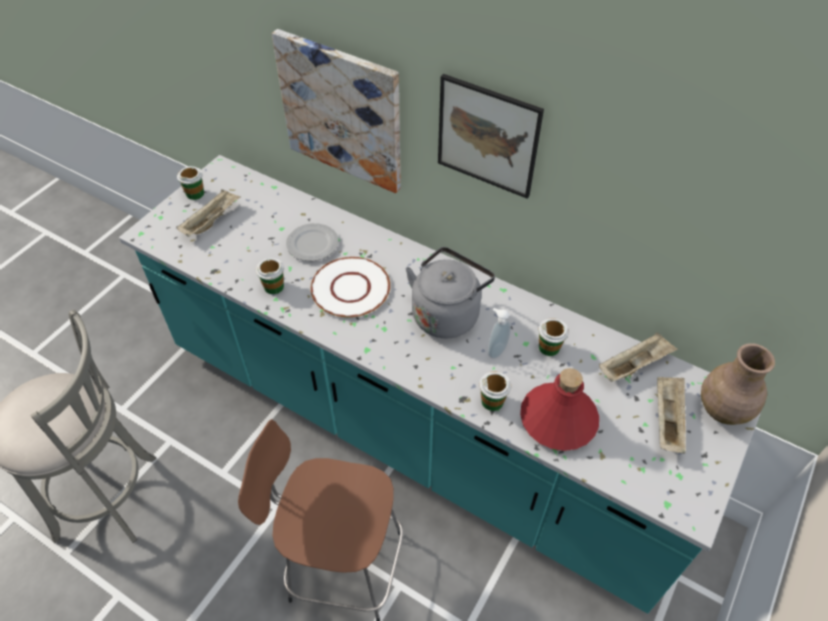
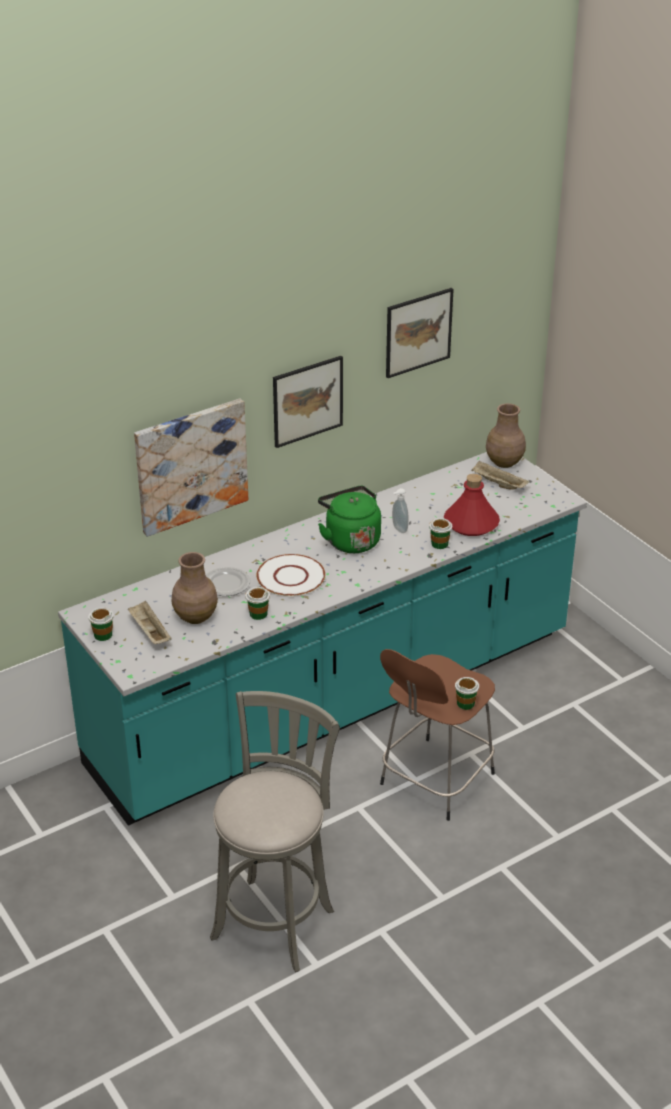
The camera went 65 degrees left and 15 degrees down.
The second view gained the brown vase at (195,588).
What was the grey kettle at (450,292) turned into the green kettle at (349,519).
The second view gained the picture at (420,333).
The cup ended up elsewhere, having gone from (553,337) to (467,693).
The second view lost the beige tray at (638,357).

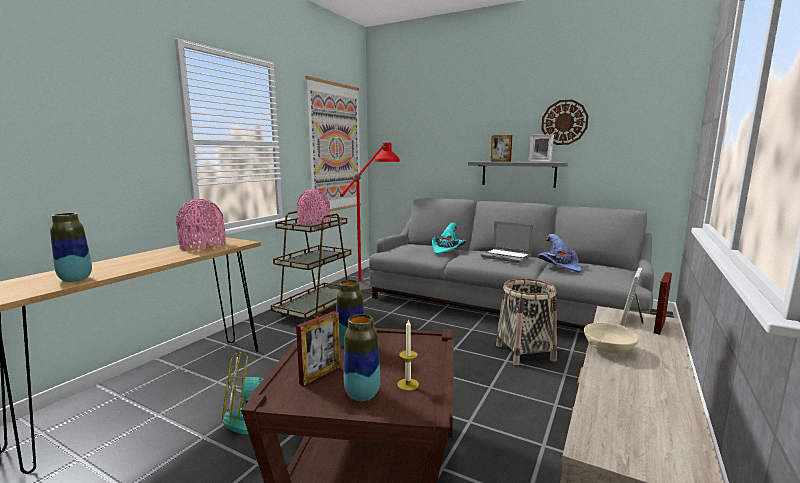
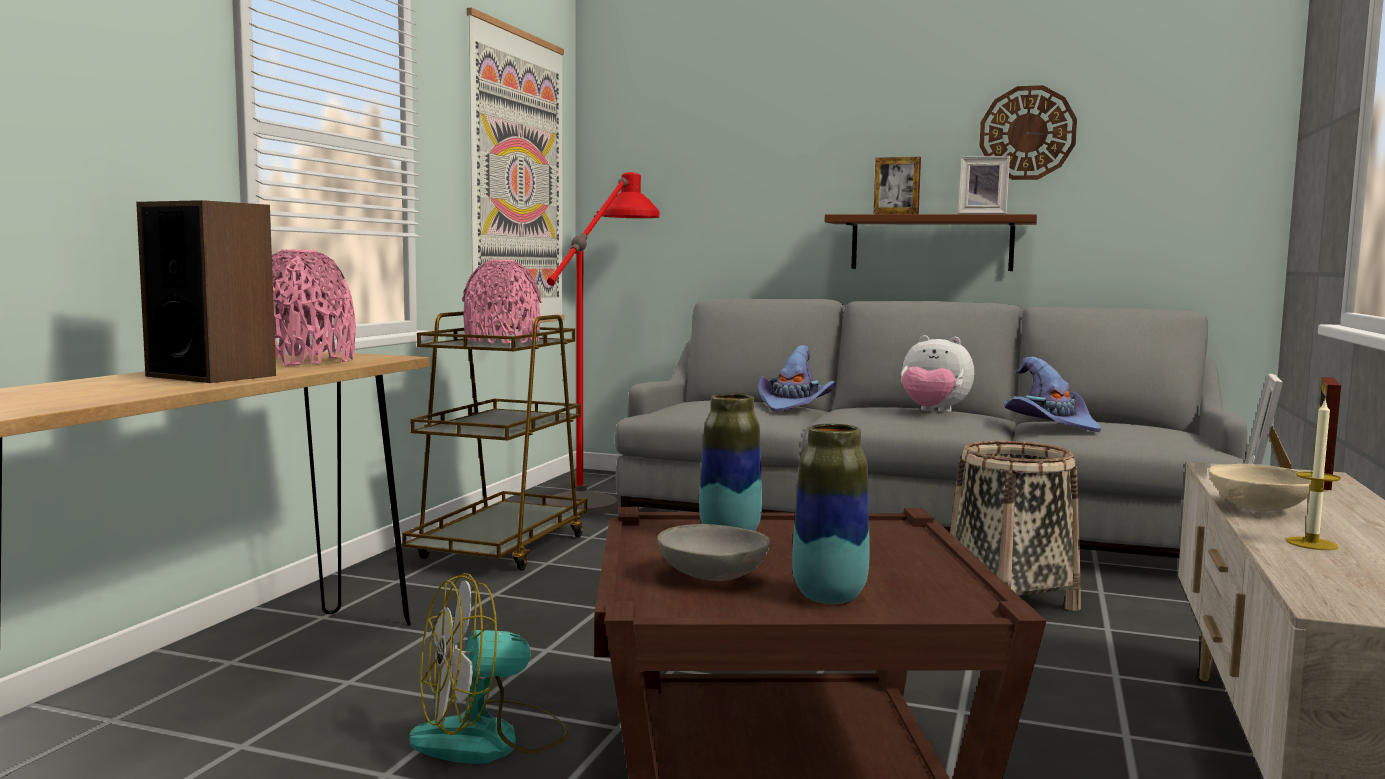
The camera went 10 degrees left and 5 degrees down.
The second view gained the speaker at (206,291).
Where the picture frame stood at (318,348), the grey bowl came to stand at (713,552).
What was the turquoise hat at (449,238) turned into the purple hat at (797,378).
What was the grey shelf at (518,174) turned into the brown shelf at (931,242).
Where the laptop stood at (507,242), the plush toy came to stand at (937,374).
The candle ended up elsewhere, having gone from (408,355) to (1313,474).
The second view lost the vase at (71,247).

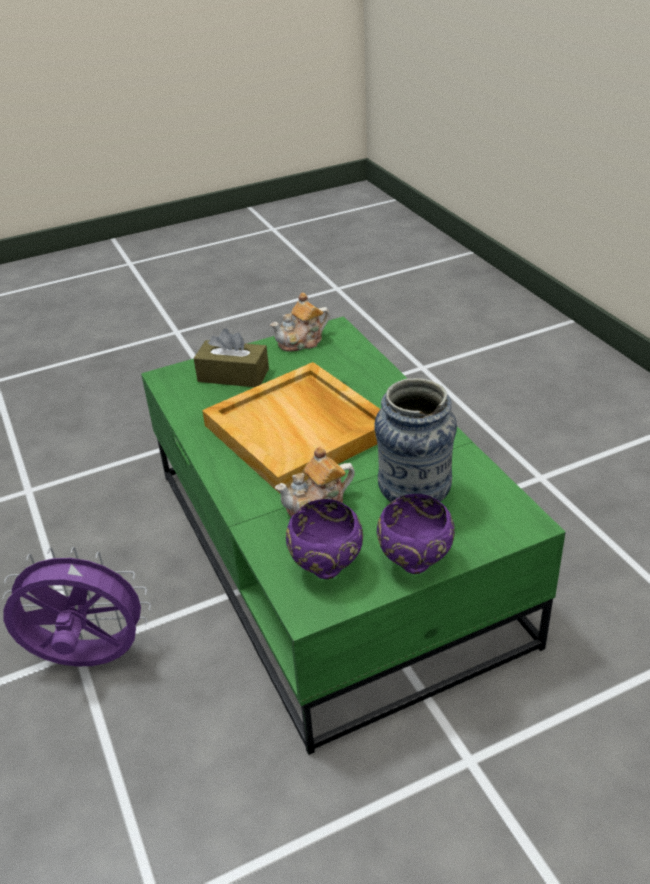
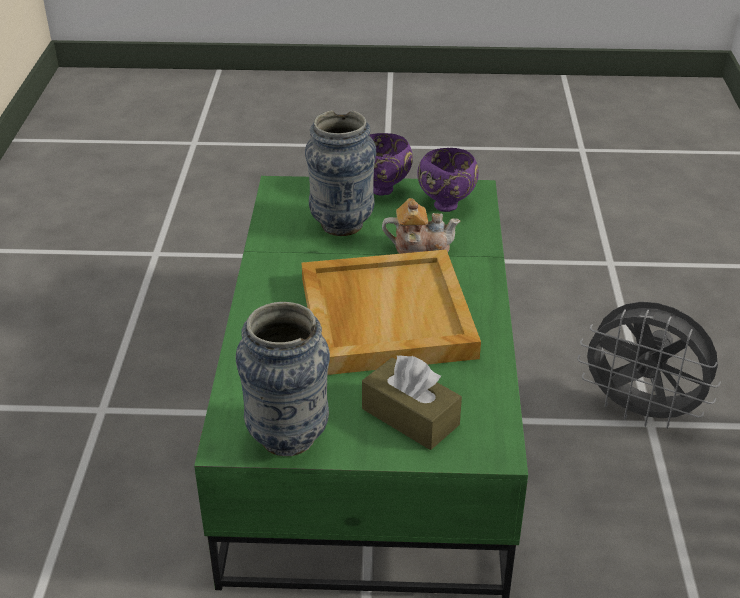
The camera went 155 degrees left and 0 degrees up.
Where the teapot stood at (300,322), the vase came to stand at (282,379).
What was the purple fan at (76,607) turned into the grey fan at (649,365).

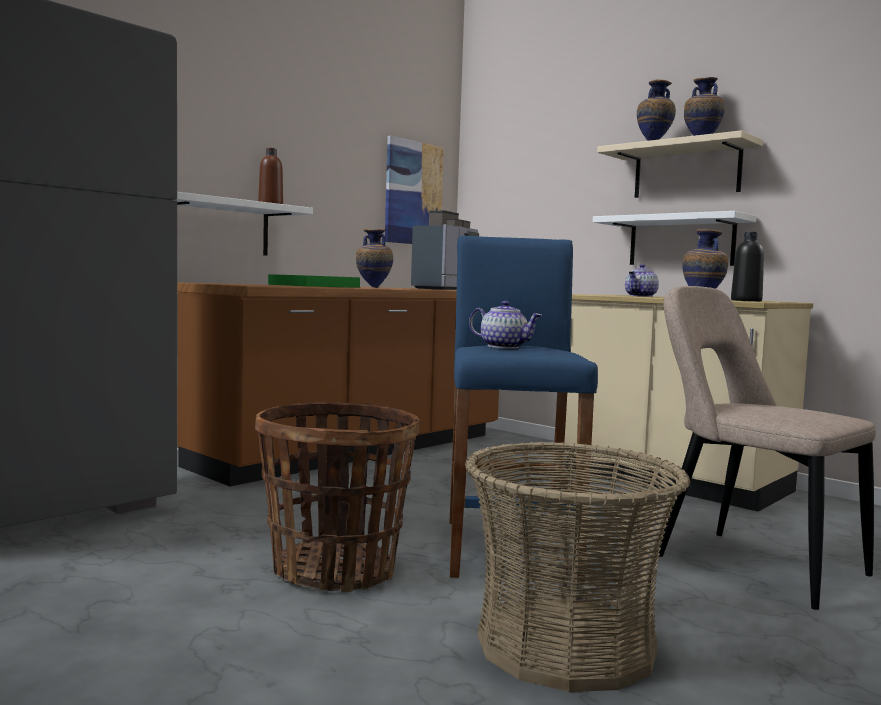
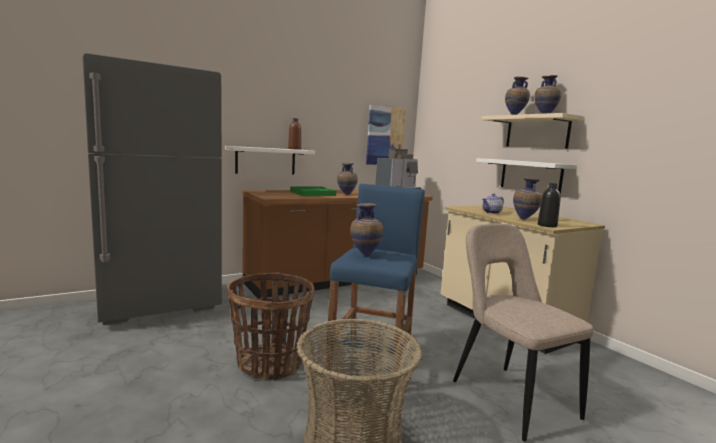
The camera went 15 degrees right and 5 degrees up.
Where the teapot stood at (505,325), the vase came to stand at (366,230).

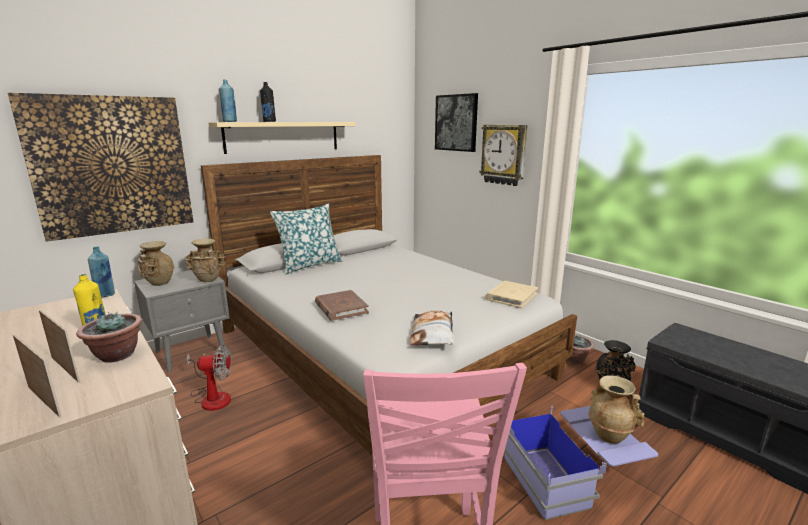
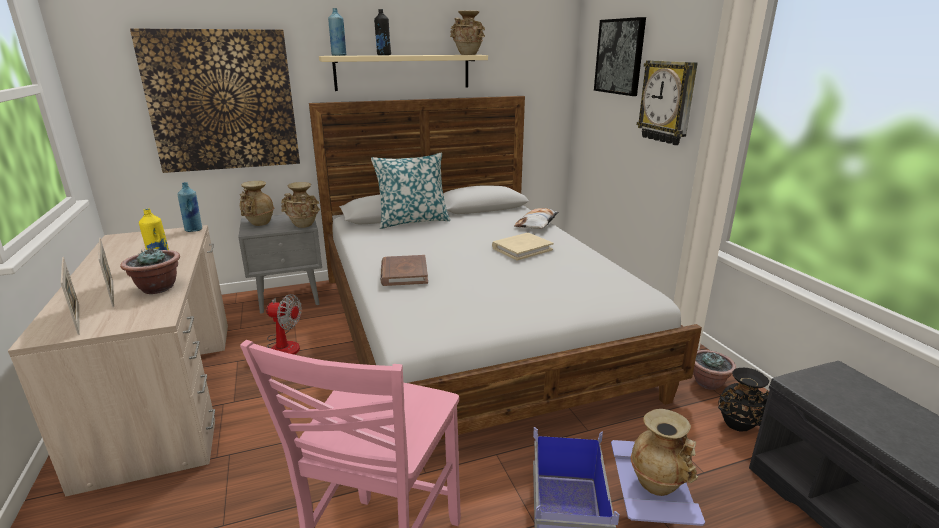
The camera went 20 degrees right and 5 degrees up.
The second view gained the beige vase at (467,32).
The beige book ended up elsewhere, having gone from (512,294) to (522,246).
The pillow ended up elsewhere, having gone from (432,328) to (536,218).

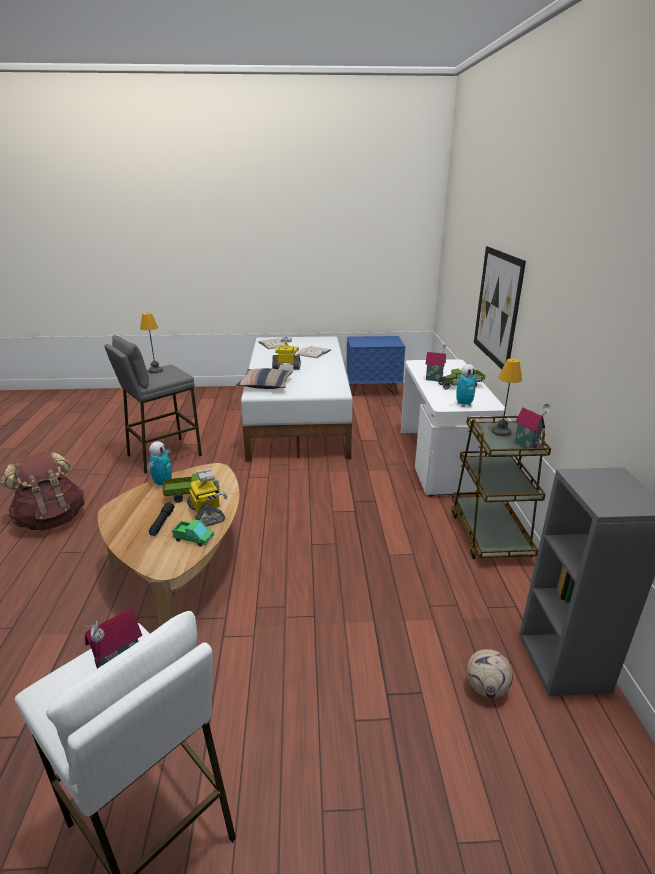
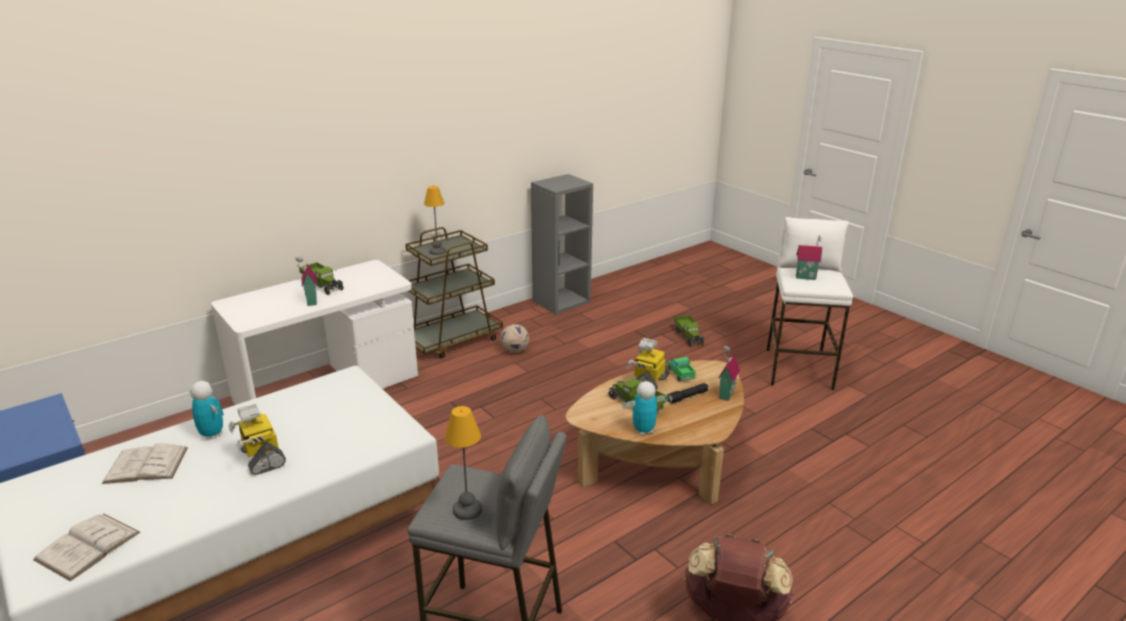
The camera went 125 degrees left and 0 degrees up.
The toy robot ended up elsewhere, having gone from (467,385) to (207,410).
The football ended up elsewhere, having gone from (489,673) to (515,338).
The second view gained the toy truck at (689,331).
The toy house ended up elsewhere, having gone from (532,427) to (729,373).
The second view lost the pillow at (264,378).
The second view lost the picture at (500,307).

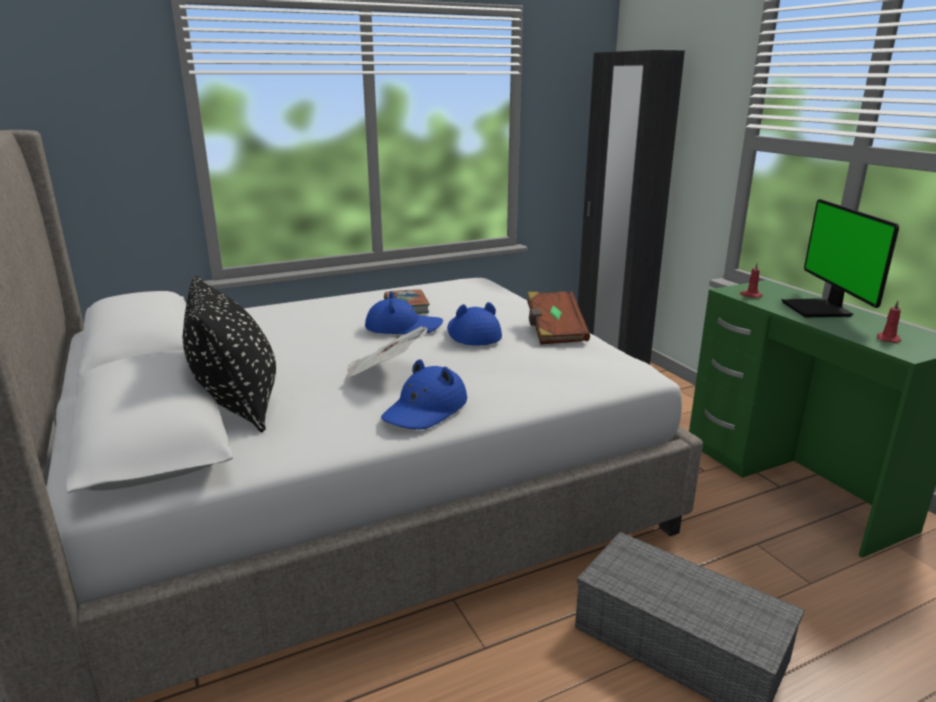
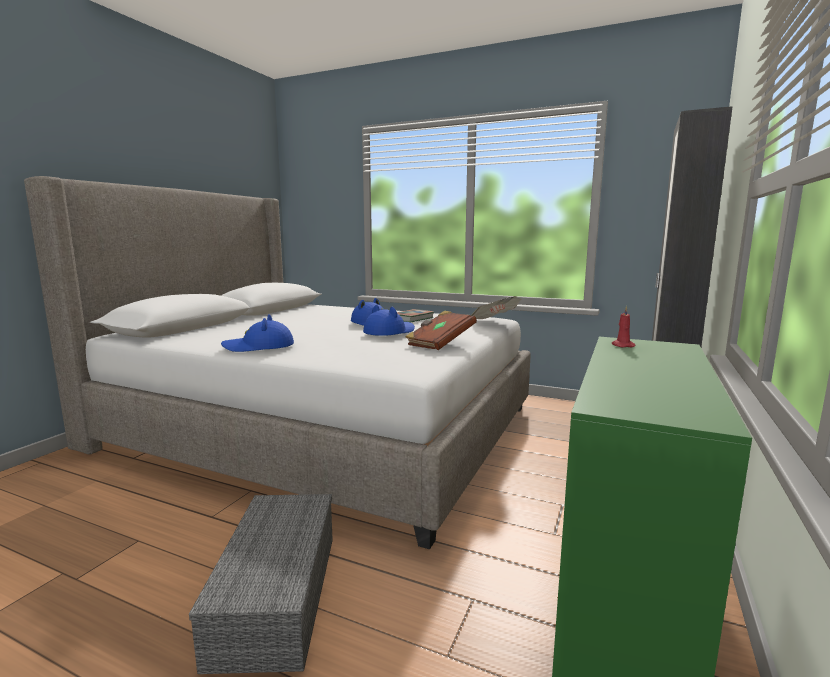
The camera went 50 degrees right and 10 degrees down.
The newspaper ended up elsewhere, having gone from (386,352) to (496,307).
The second view lost the black pillow at (229,354).
The second view lost the monitor at (840,258).
The second view lost the red candle at (889,322).

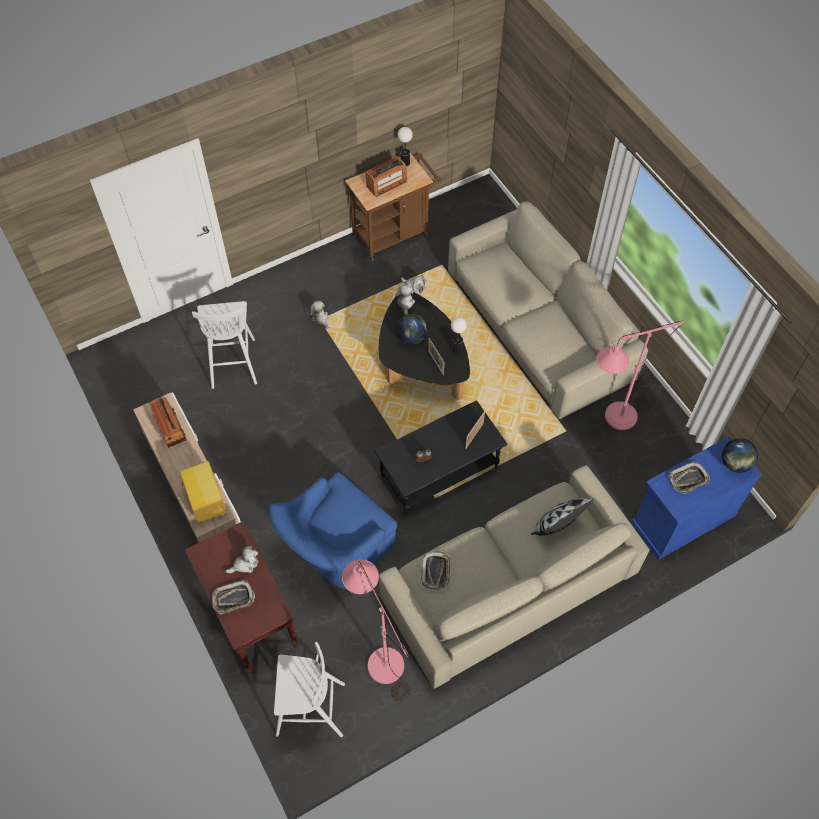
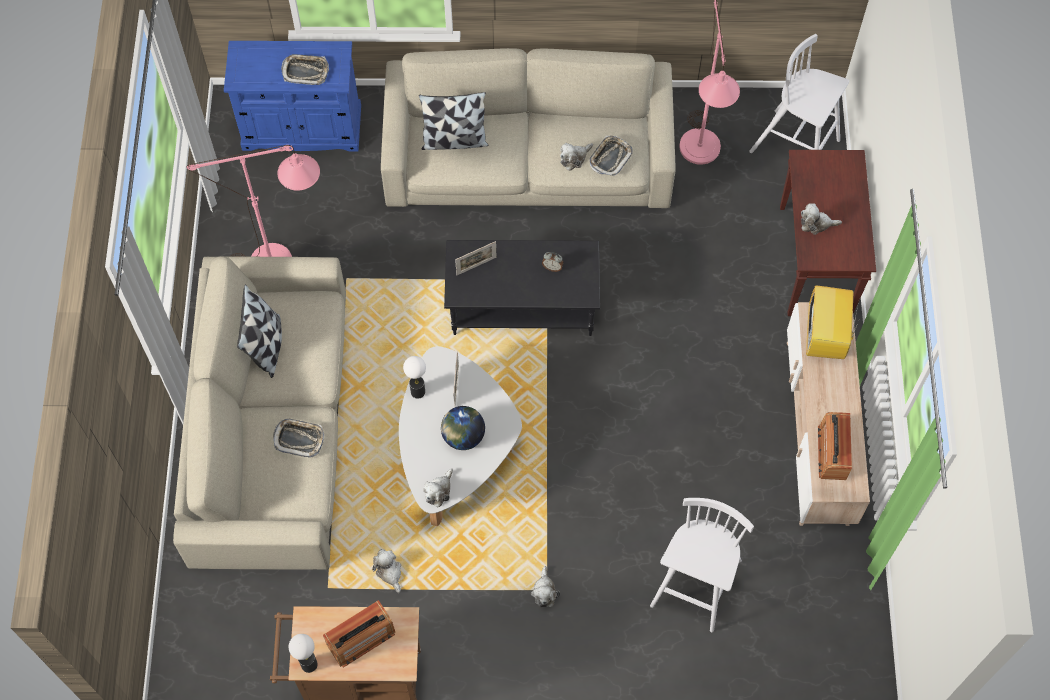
The camera went 150 degrees left and 5 degrees up.
The second view gained the pillow at (259,331).
The tray ended up elsewhere, having gone from (233,597) to (298,438).
The radio at (386,176) ended up facing another way, 150 degrees clockwise from before.
What was the black coffee table at (424,346) turned into the white coffee table at (460,436).
The second view gained the plush toy at (576,157).
The second view lost the blue armchair at (332,530).
The second view lost the globe at (740,455).

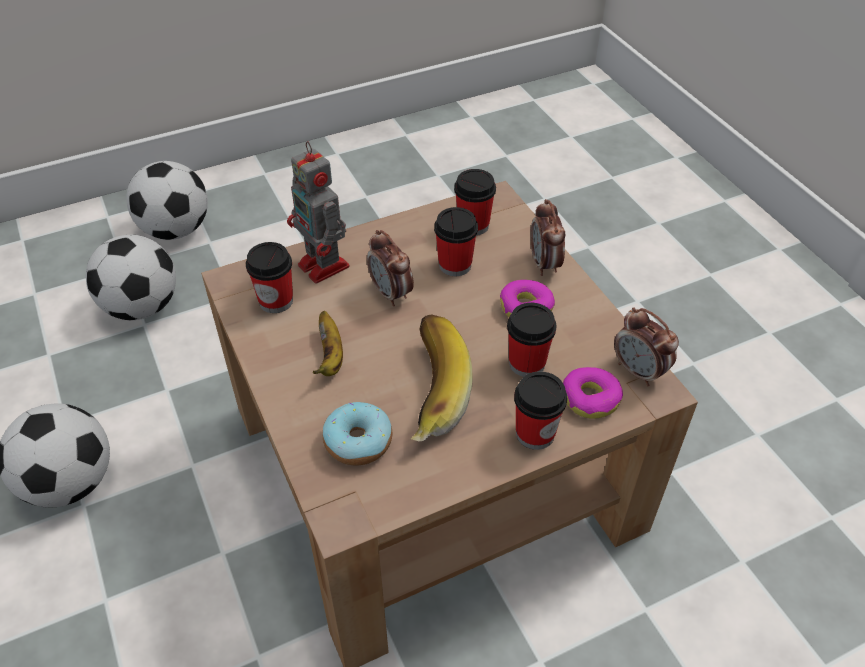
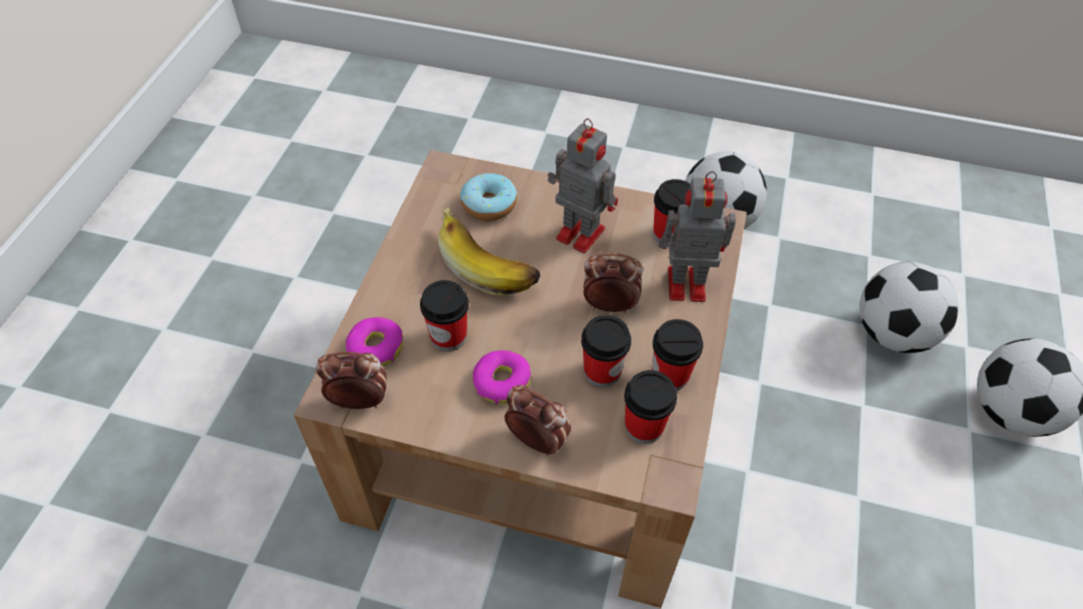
The camera went 130 degrees right and 5 degrees up.
Where the banana stood at (328,343), the toy robot came to stand at (583,185).
The cup ended up elsewhere, having gone from (540,410) to (677,355).

